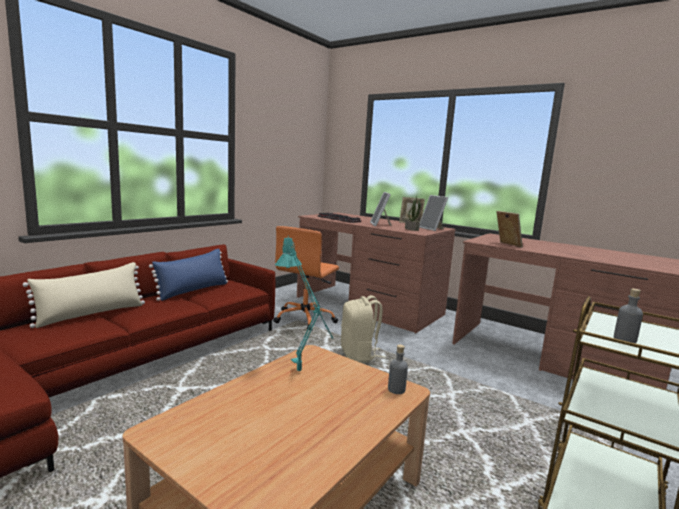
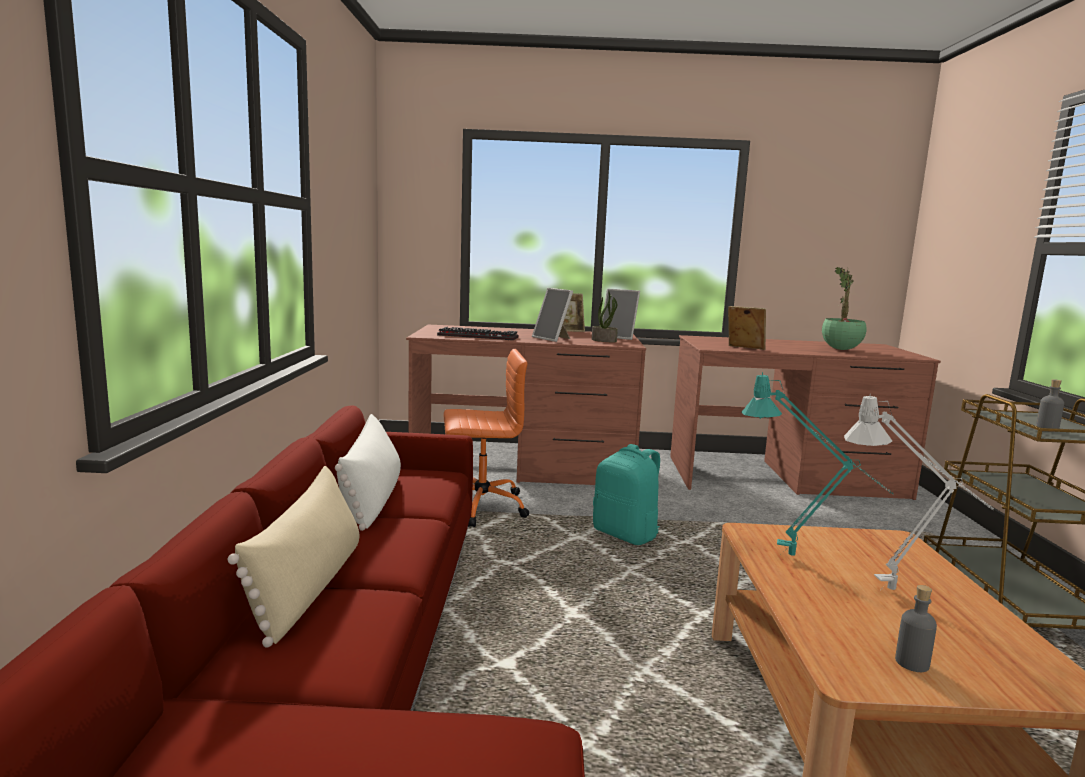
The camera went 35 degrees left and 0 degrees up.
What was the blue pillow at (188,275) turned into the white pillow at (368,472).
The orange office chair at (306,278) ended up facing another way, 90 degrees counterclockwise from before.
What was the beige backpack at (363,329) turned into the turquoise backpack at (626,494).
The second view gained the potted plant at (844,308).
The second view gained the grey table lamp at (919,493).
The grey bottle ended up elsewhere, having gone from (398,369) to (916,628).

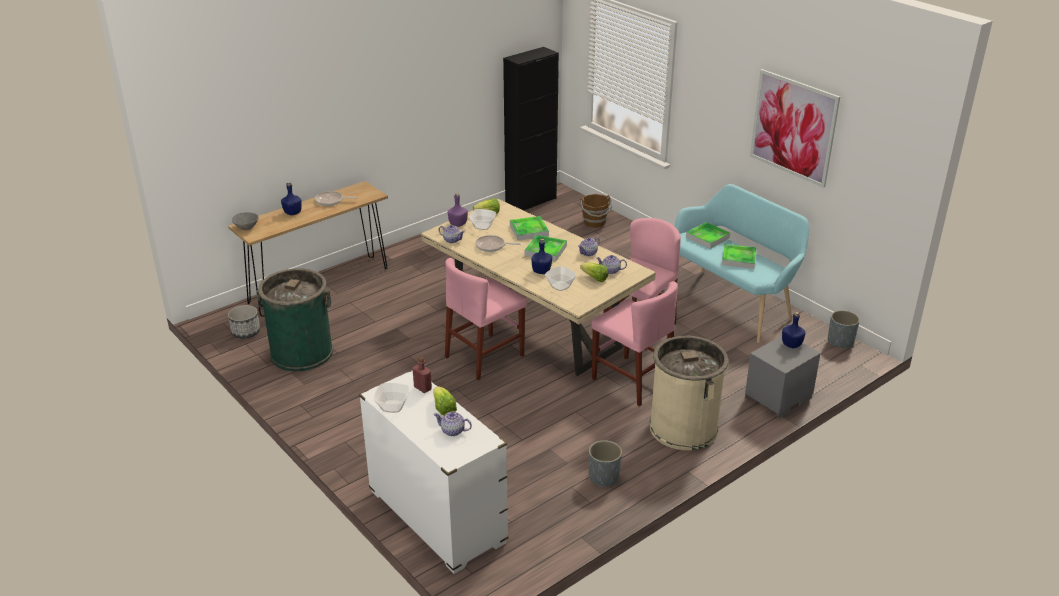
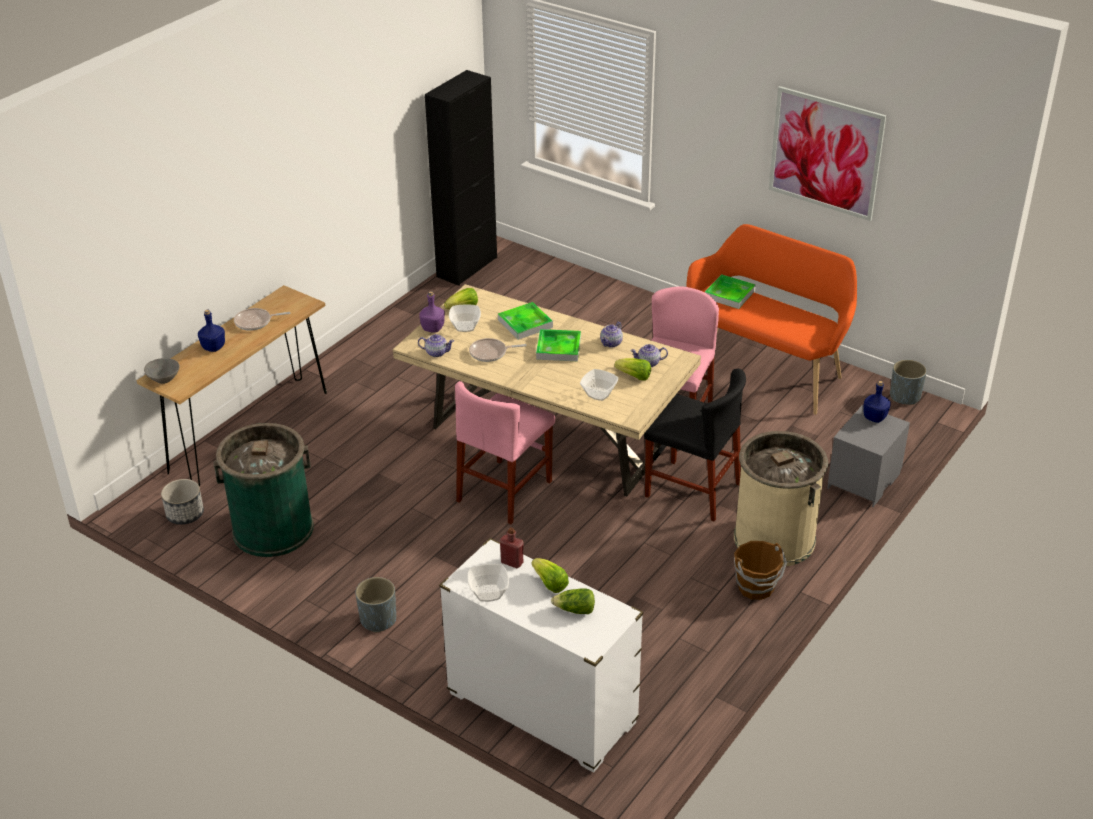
The camera went 15 degrees left and 5 degrees up.
The grey planter ended up elsewhere, having gone from (605,463) to (375,605).
Where the teapot stood at (453,423), the lettuce came to stand at (573,601).
What was the pink chair at (635,343) turned into the black chair at (695,444).
What was the turquoise bench at (742,263) turned into the orange bench at (771,319).
The brown bucket ended up elsewhere, having gone from (596,211) to (760,570).
The second view lost the blue bottle at (541,256).
The second view lost the tray at (739,256).

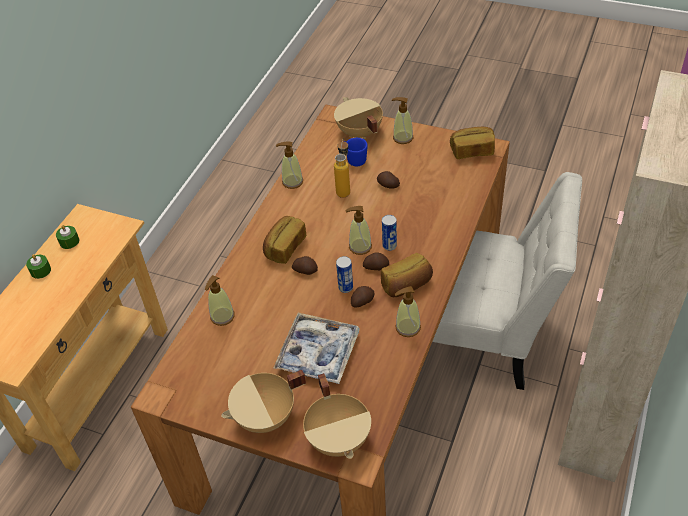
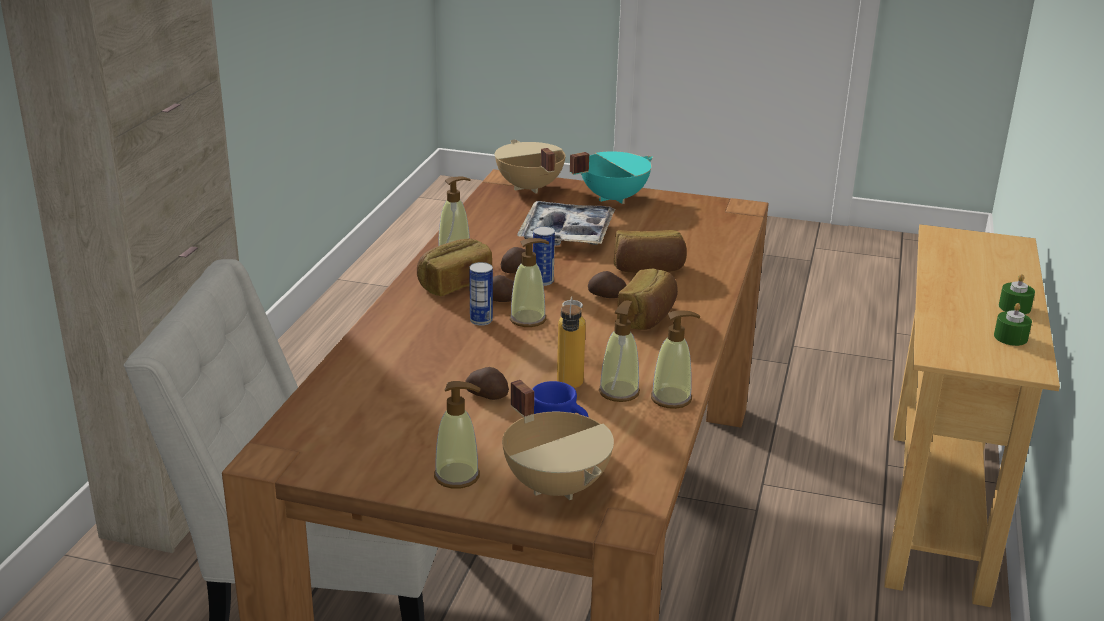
The camera went 170 degrees right and 20 degrees down.
What was the beige cooking pot at (263,401) turned into the turquoise cooking pot at (611,177).
The soap dispenser ended up elsewhere, having gone from (220,300) to (619,351).
The bread ended up elsewhere, having gone from (472,143) to (650,251).

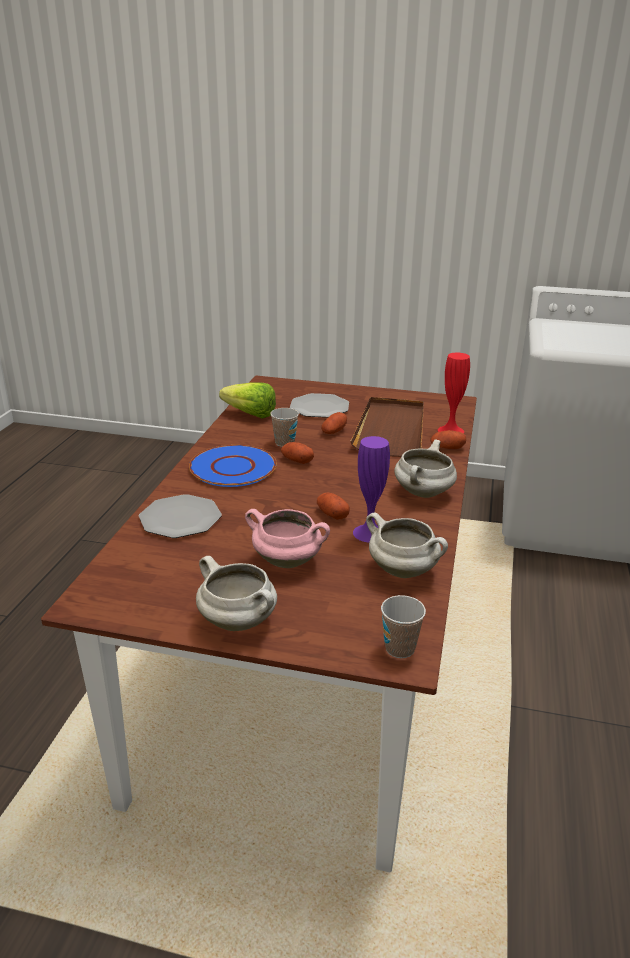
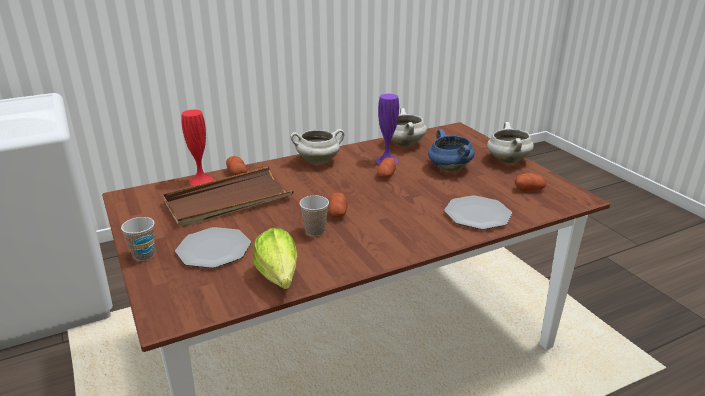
The camera went 130 degrees left and 0 degrees up.
The cup ended up elsewhere, having gone from (403,626) to (138,239).
What was the pink cooking pot at (287,538) turned into the blue cooking pot at (451,150).
The potato ended up elsewhere, having gone from (334,423) to (530,182).
The second view lost the blue plate at (233,466).

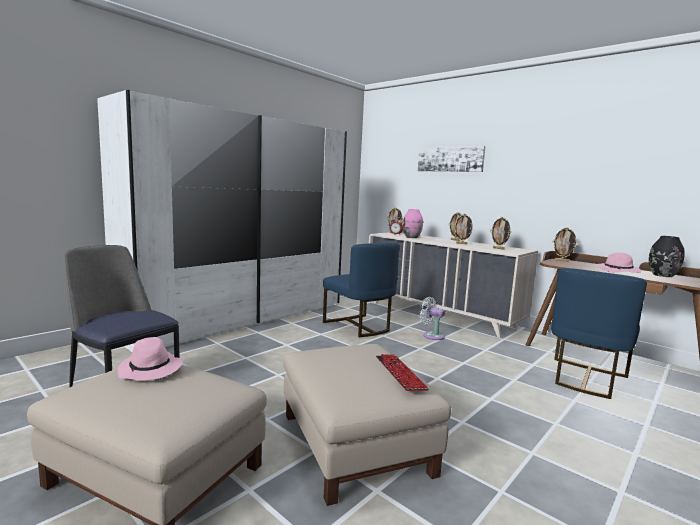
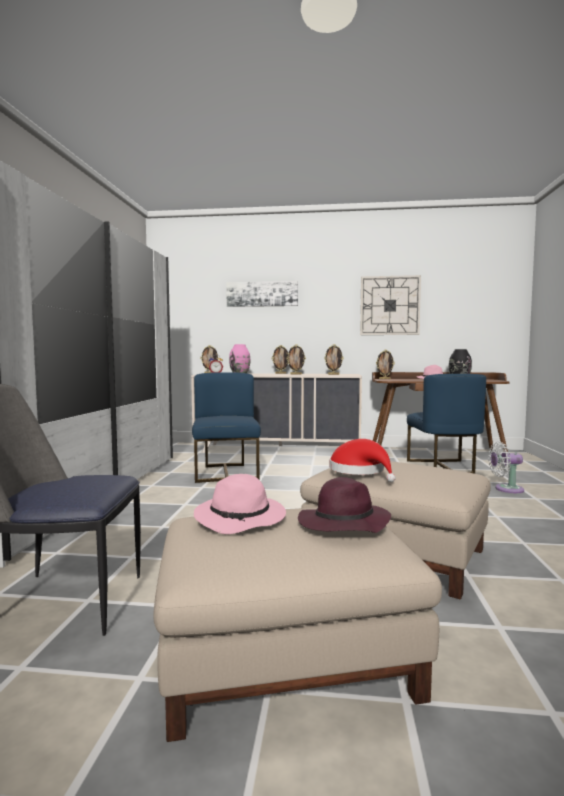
The camera went 35 degrees left and 5 degrees down.
The blue chair at (361,289) ended up facing another way, 120 degrees counterclockwise from before.
The second view gained the purple hat at (344,505).
The second view gained the red hat at (362,460).
The second view gained the wall clock at (390,305).
The white fan ended up elsewhere, having gone from (432,318) to (506,467).
The second view lost the keyboard at (402,372).

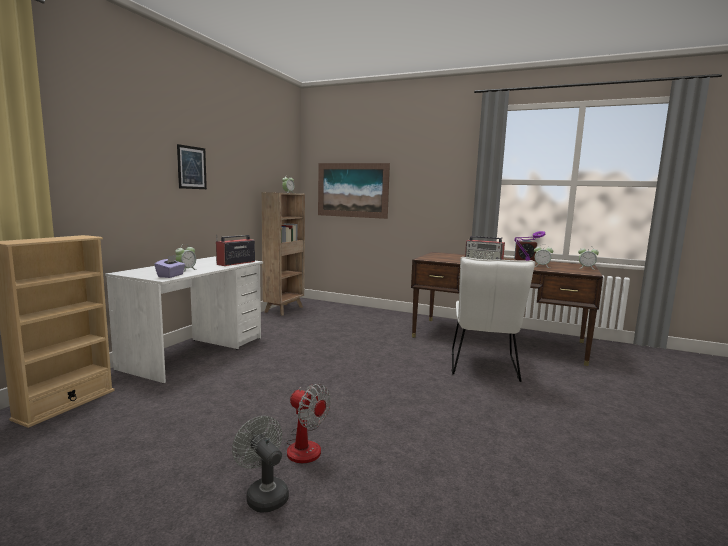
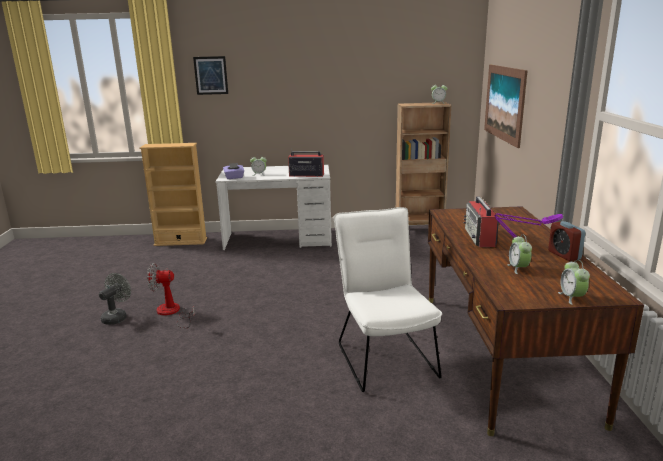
The camera went 65 degrees right and 10 degrees up.
The fan at (308,423) ended up facing another way, 75 degrees clockwise from before.
The picture ended up elsewhere, having gone from (192,166) to (210,75).
The white chair at (493,319) ended up facing another way, 90 degrees clockwise from before.

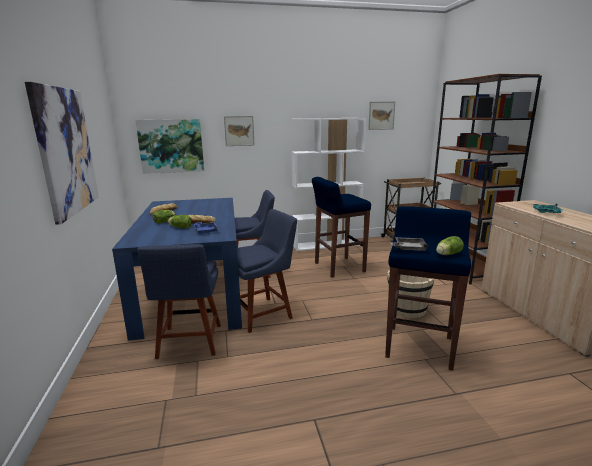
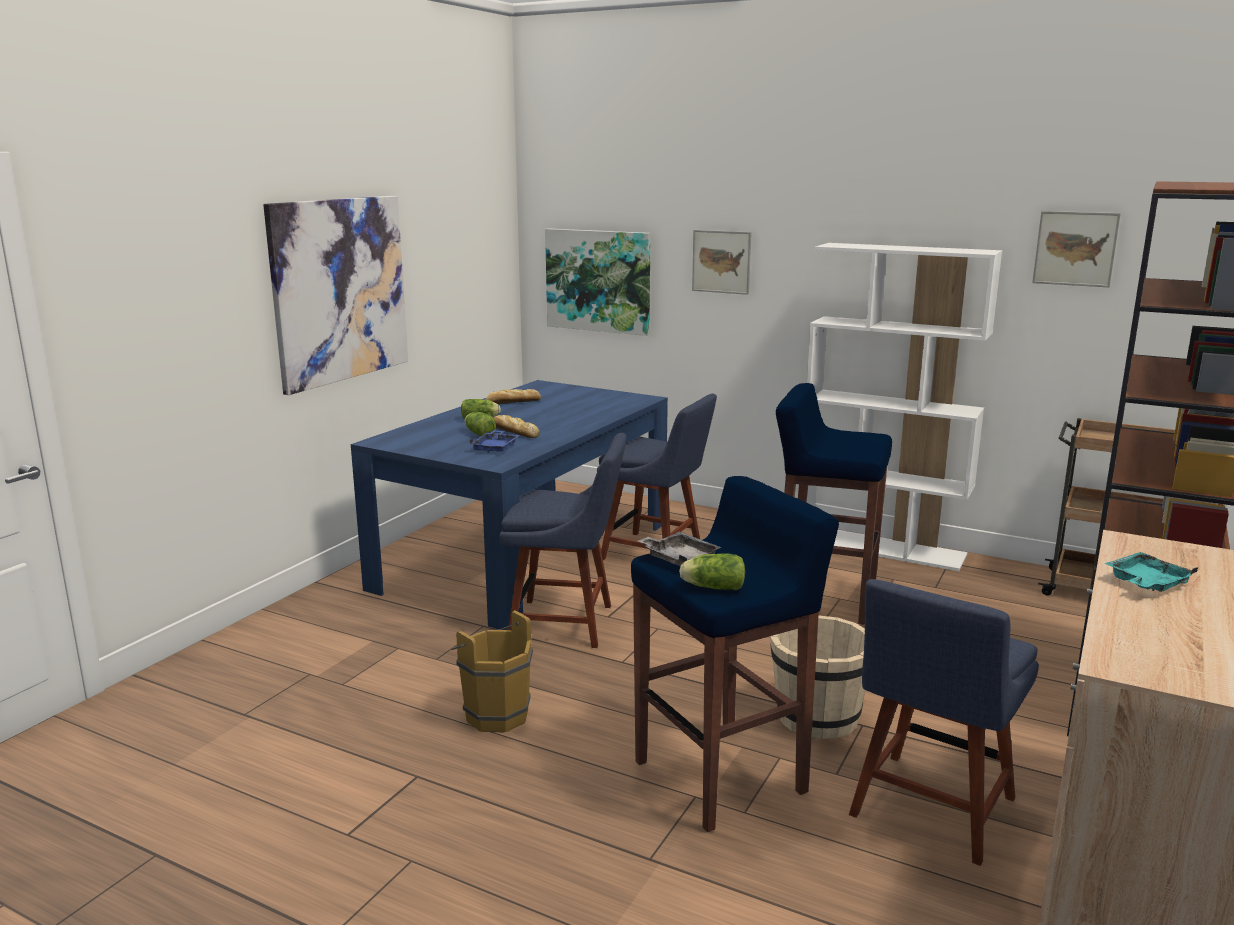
The camera went 40 degrees right and 0 degrees up.
The second view gained the brown bucket at (492,671).
The blue chair ended up elsewhere, having gone from (179,301) to (944,722).

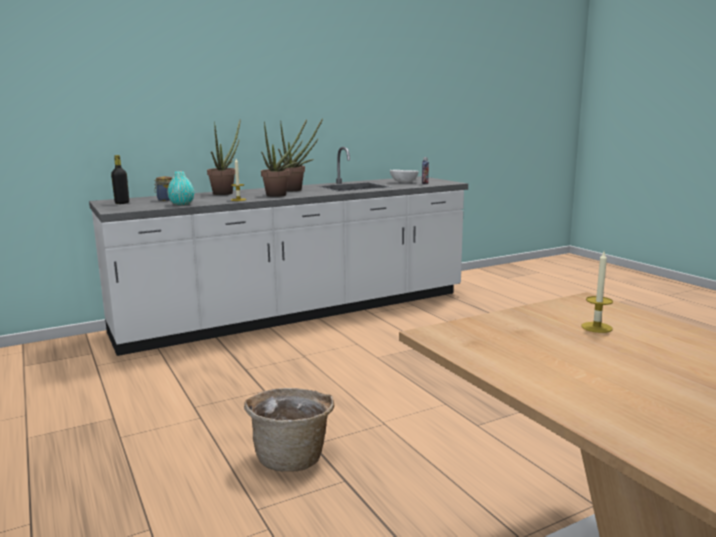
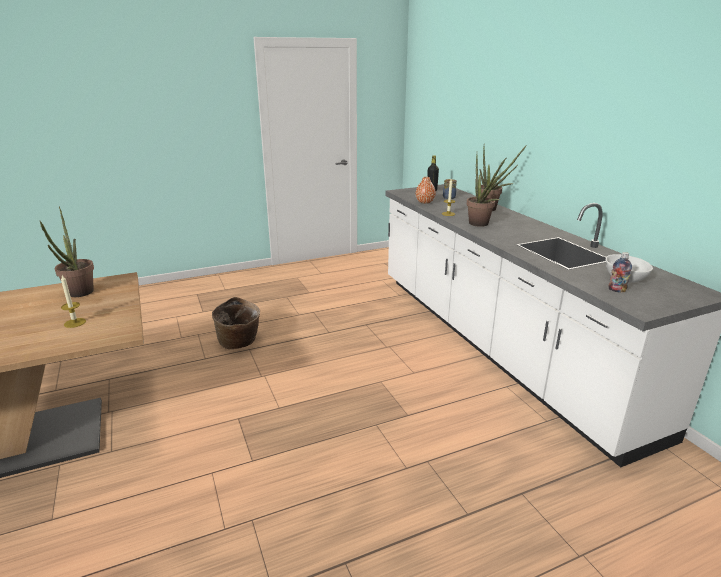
The camera went 95 degrees right and 10 degrees up.
The potted plant ended up elsewhere, having gone from (300,154) to (67,252).
What was the turquoise vase at (180,188) turned into the orange vase at (426,190).

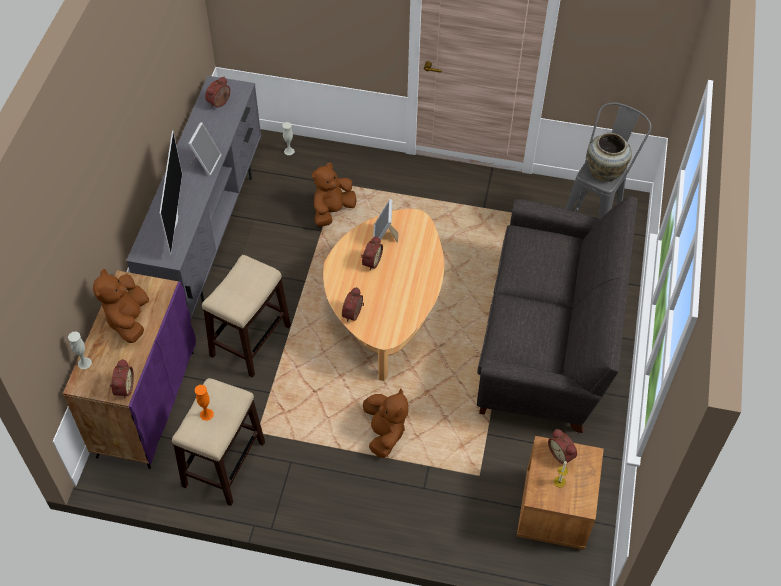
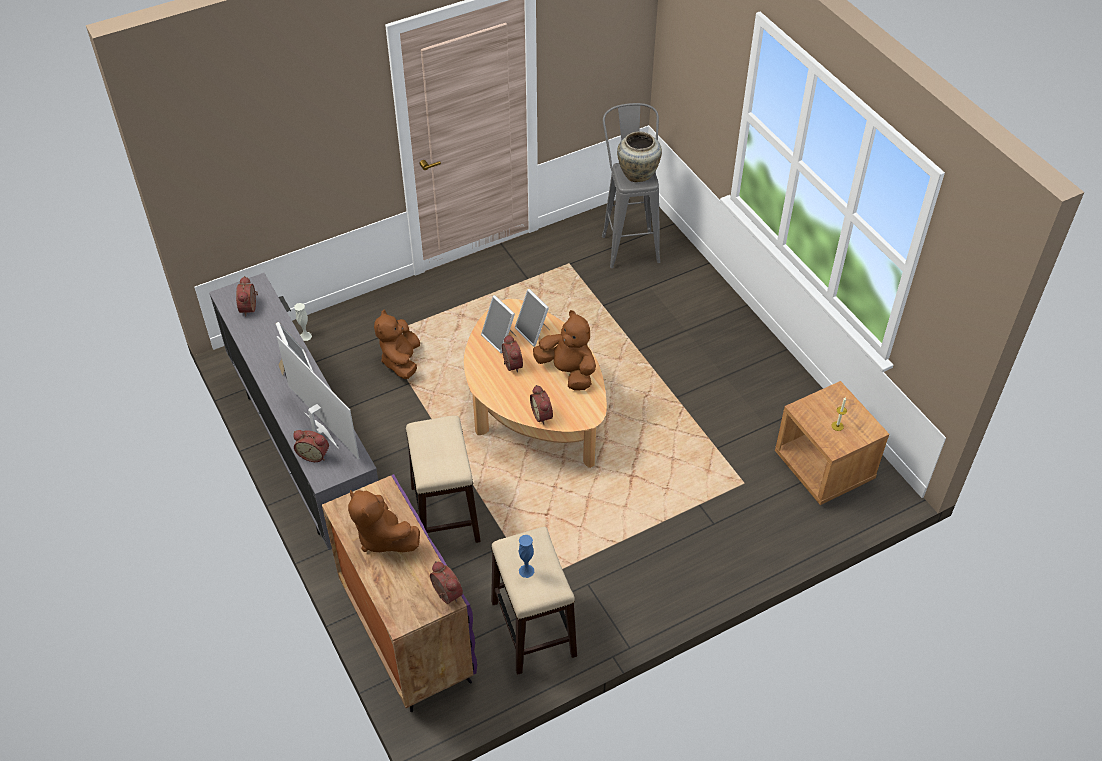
The camera went 40 degrees left and 5 degrees down.
The alarm clock ended up elsewhere, having gone from (562,447) to (311,446).
The second view gained the picture frame at (532,318).
What was the orange vase at (204,403) turned into the blue vase at (526,556).
The brown plush toy ended up elsewhere, having gone from (385,423) to (564,350).
The second view lost the white vase at (80,350).
The second view lost the grey sofa at (557,314).

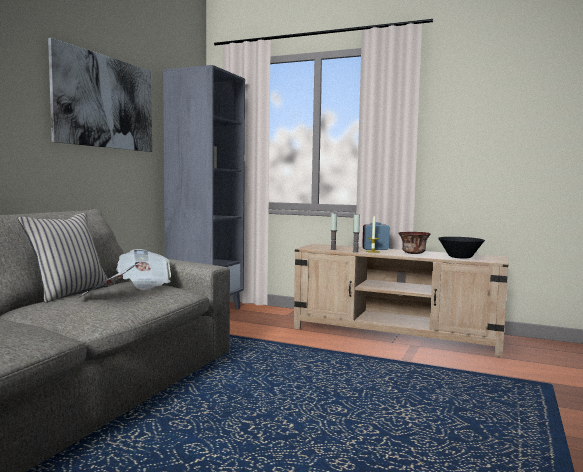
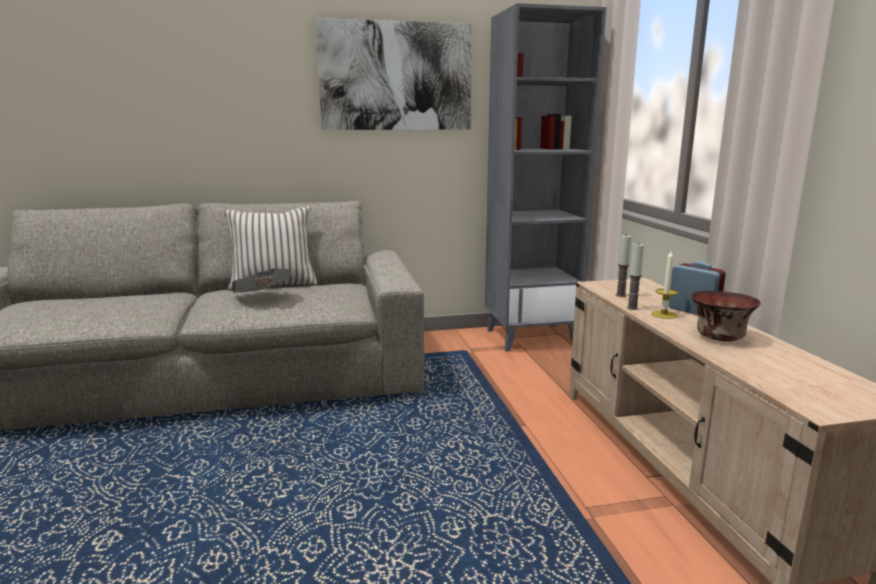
The camera went 55 degrees right and 10 degrees up.
The second view lost the newspaper at (143,269).
The second view lost the black bowl at (461,247).

